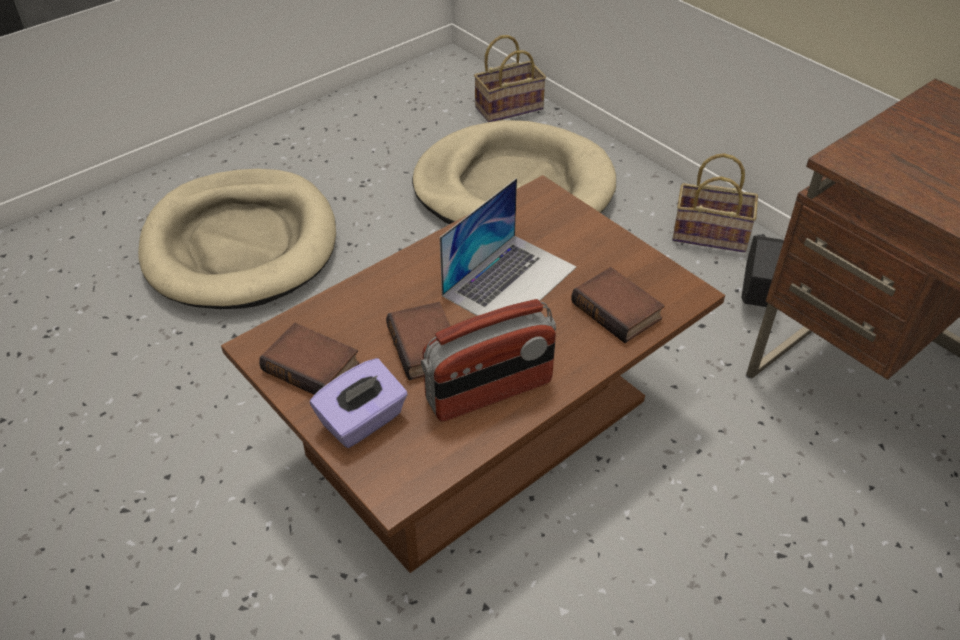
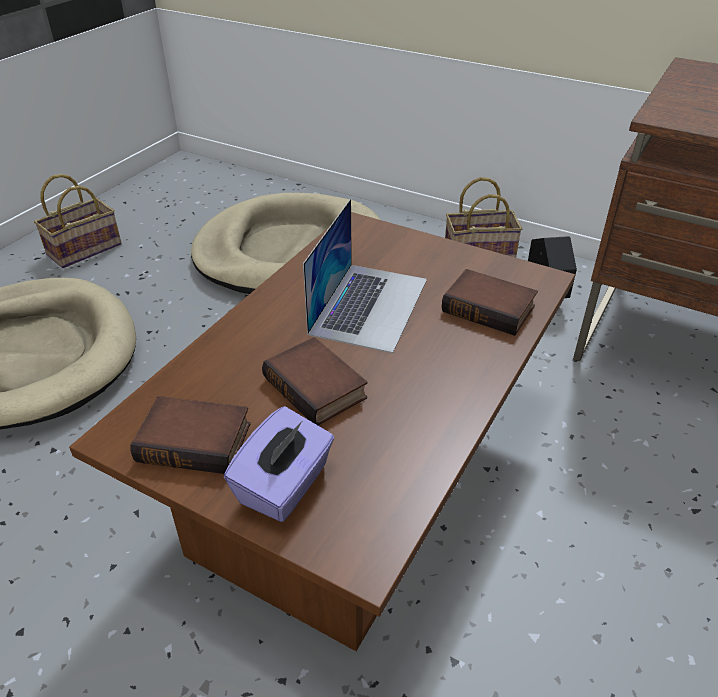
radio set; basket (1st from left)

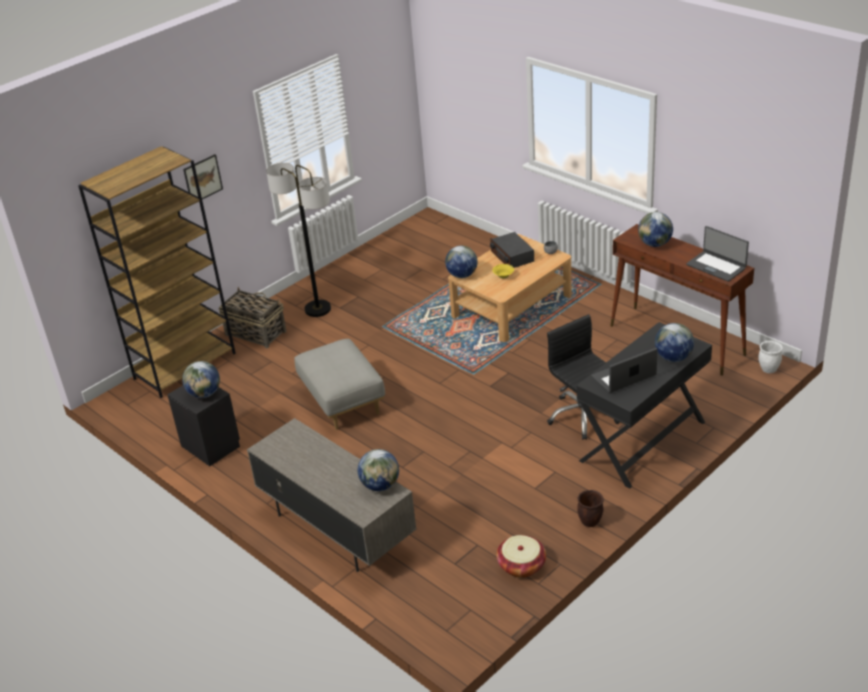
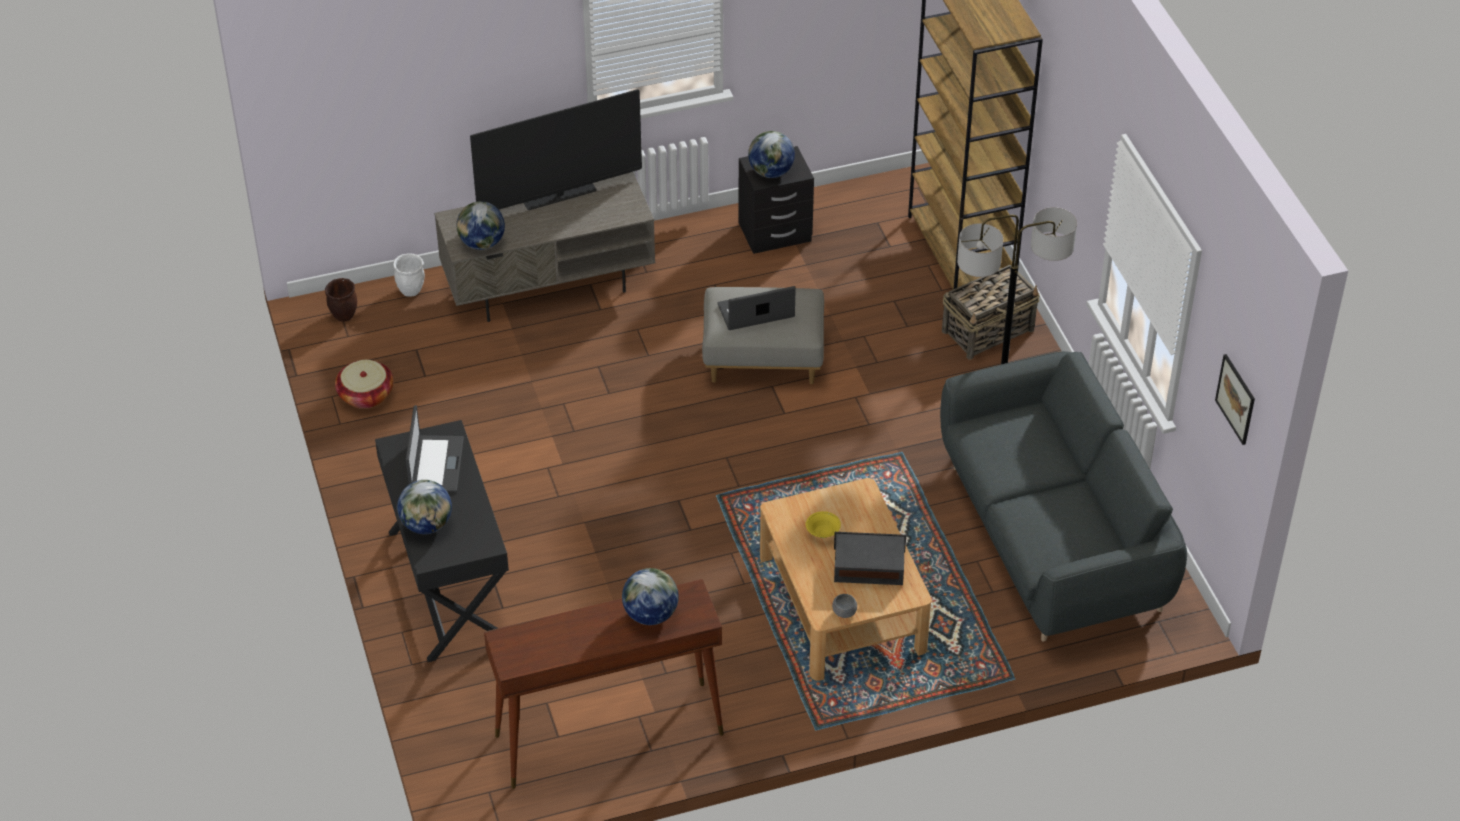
wall art; globe (3rd from left in the first image); black desk chair; brownish flower pot; portable computer (2nd from left); white flower pot; TV; grey couch

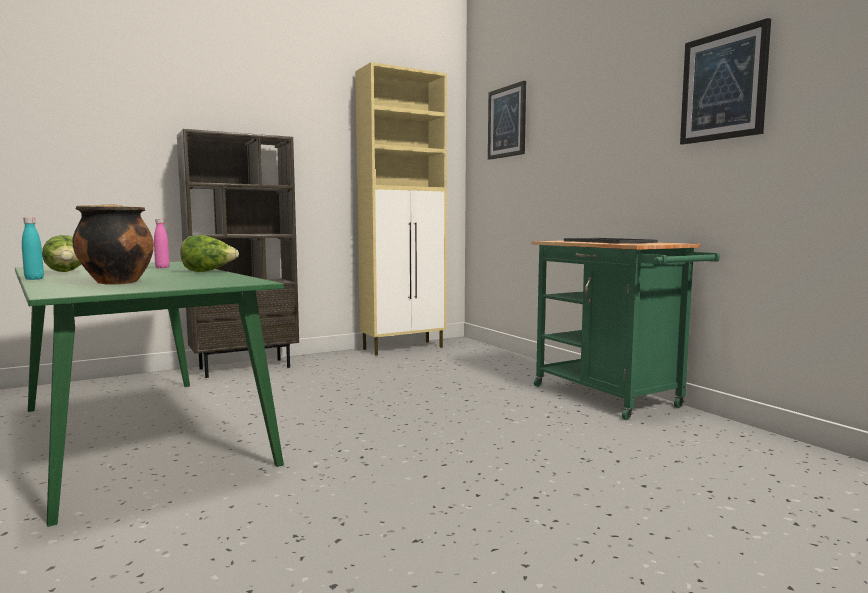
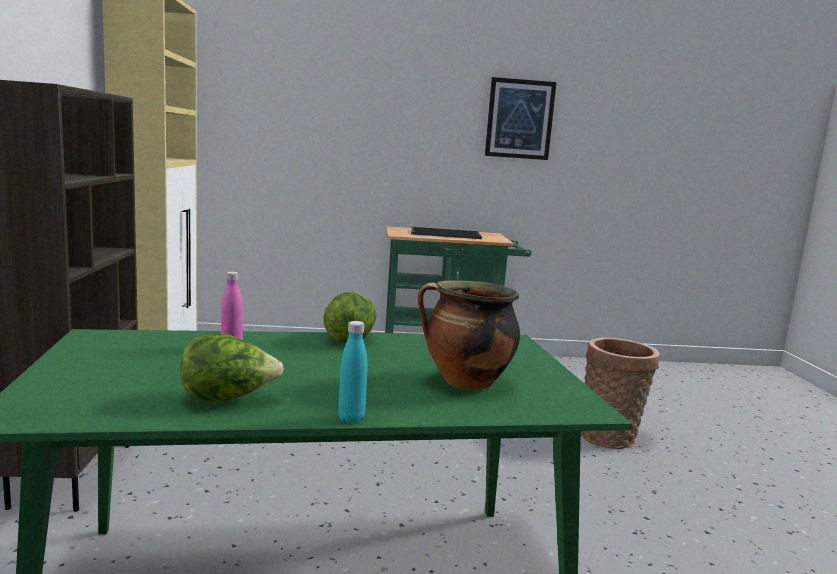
wall art (1st from left in the first image); basket

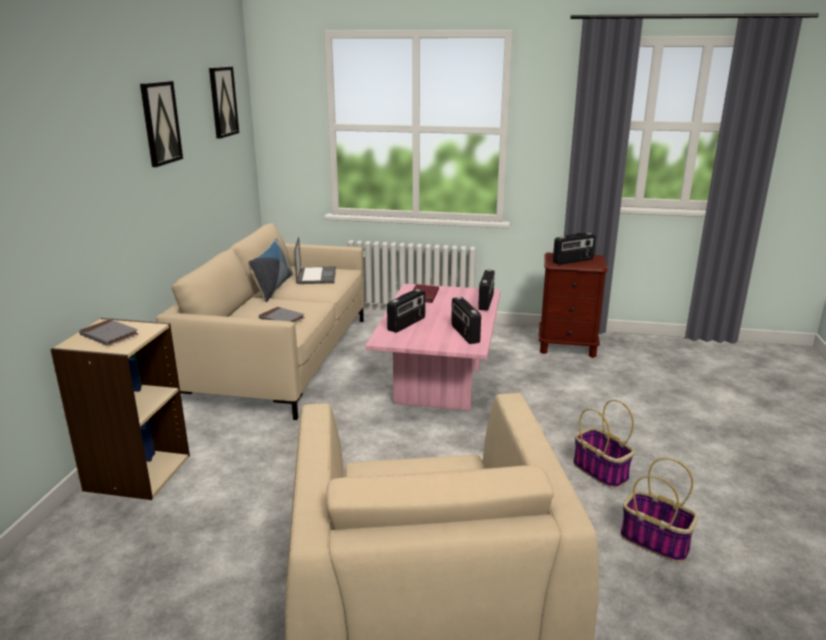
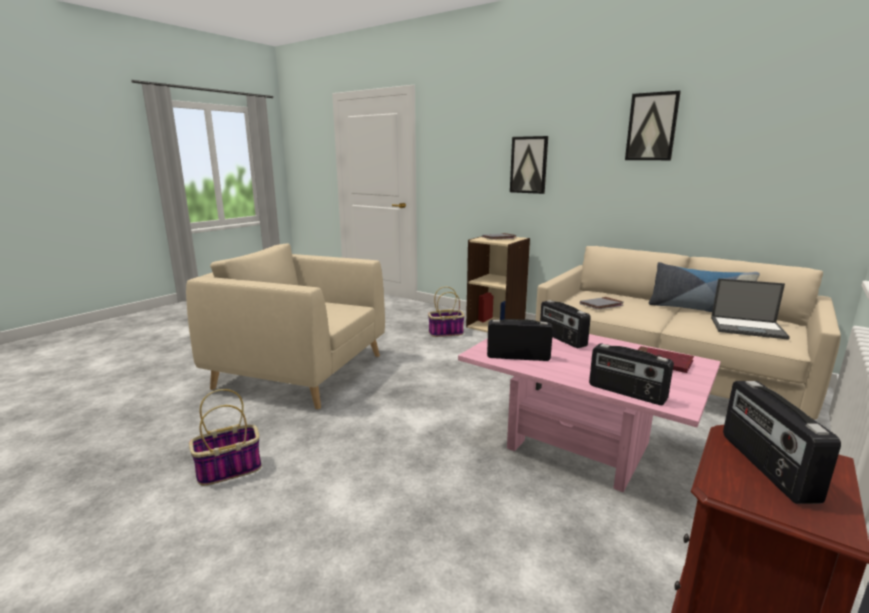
wall art (1st from left); basket (2nd from left)

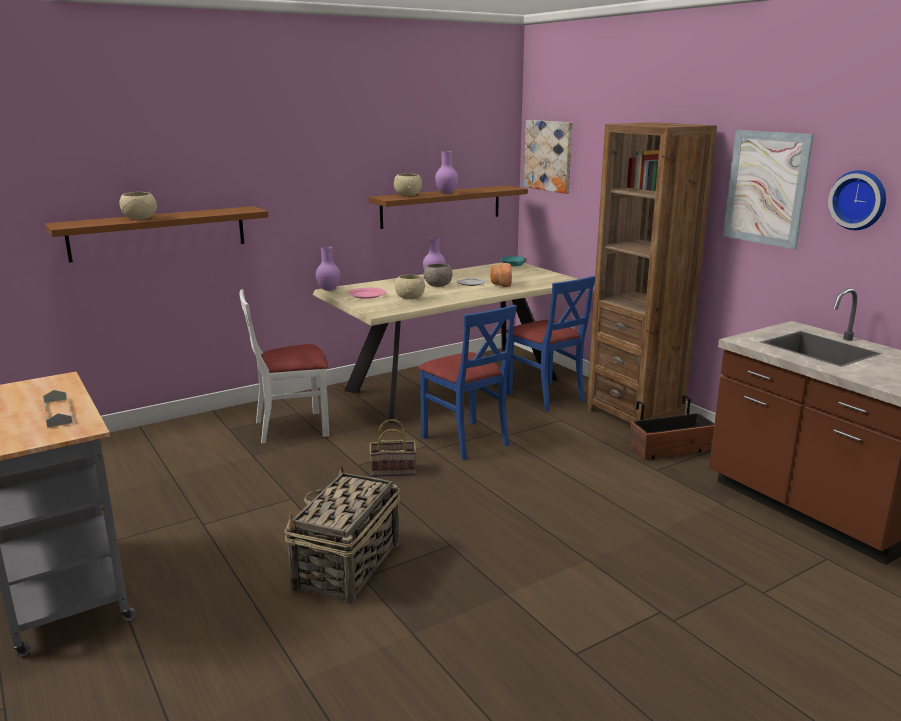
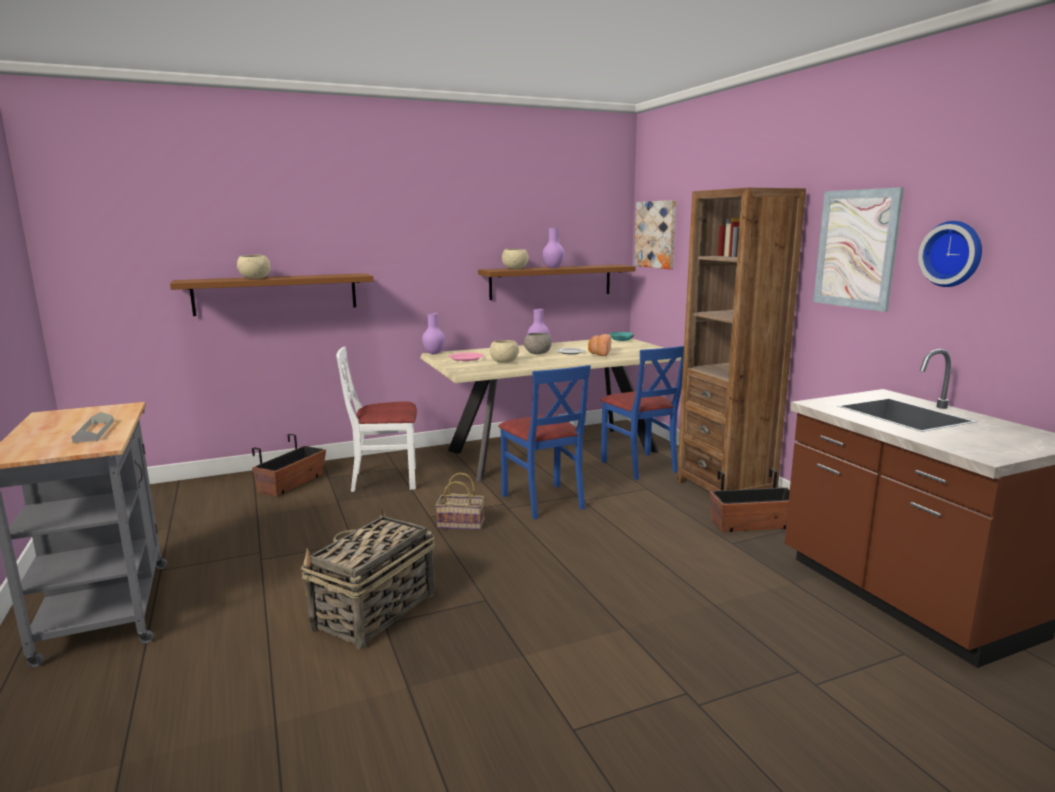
flower pot (1st from left)

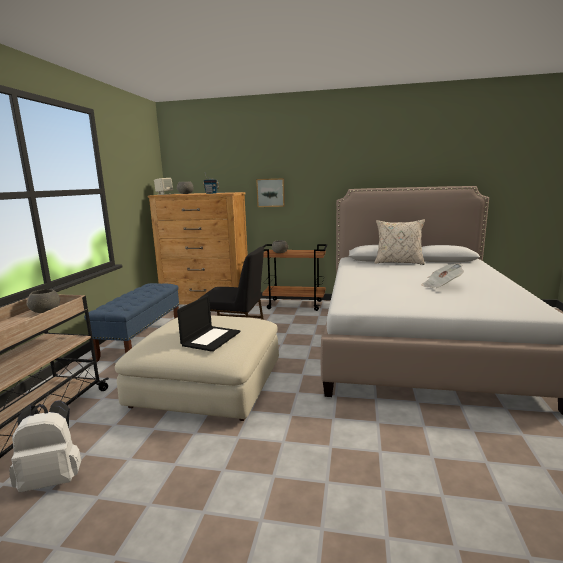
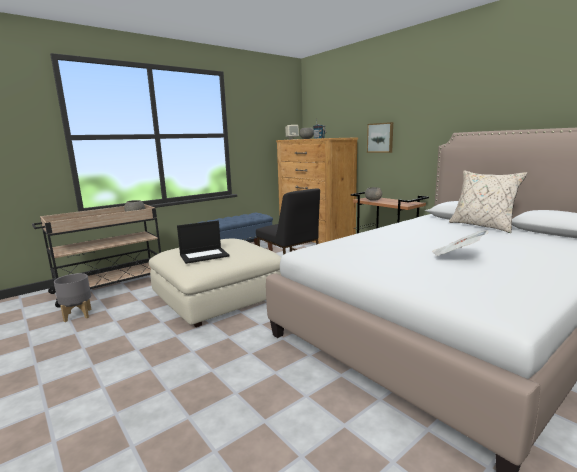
grey flower pot

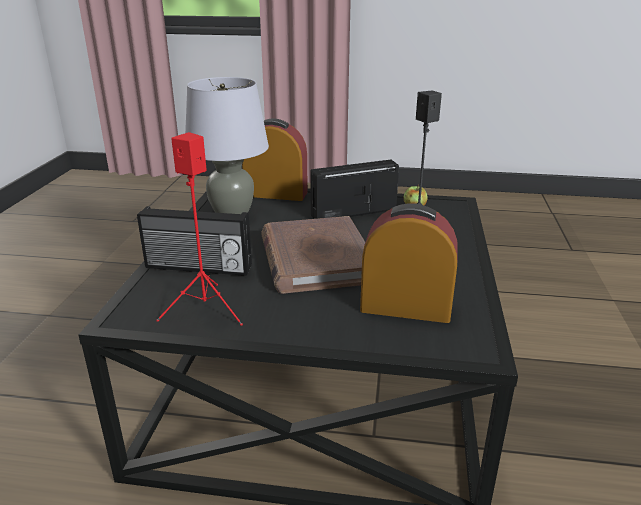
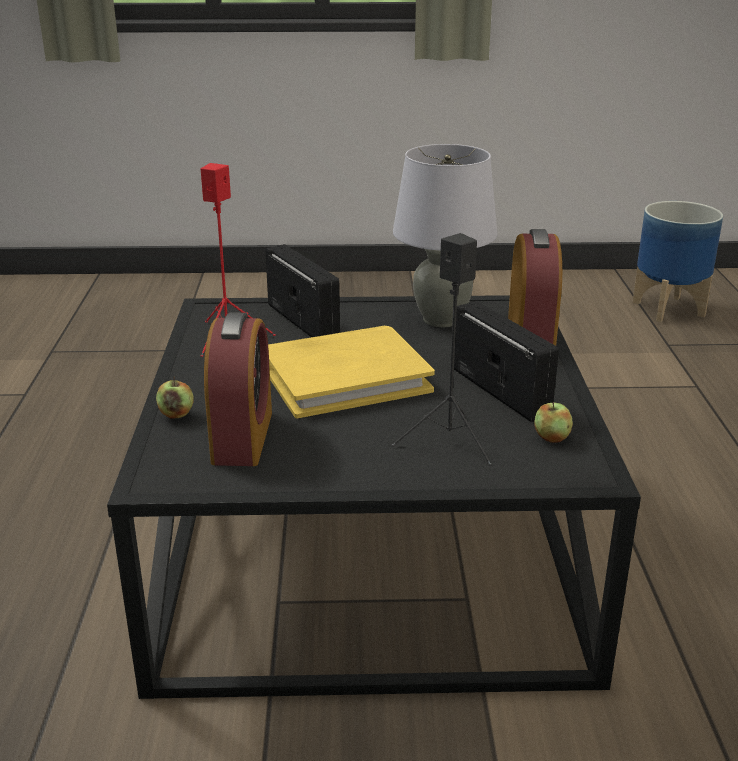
radio set (1st from left); yellow volume; whole apple (1st from left); flower pot

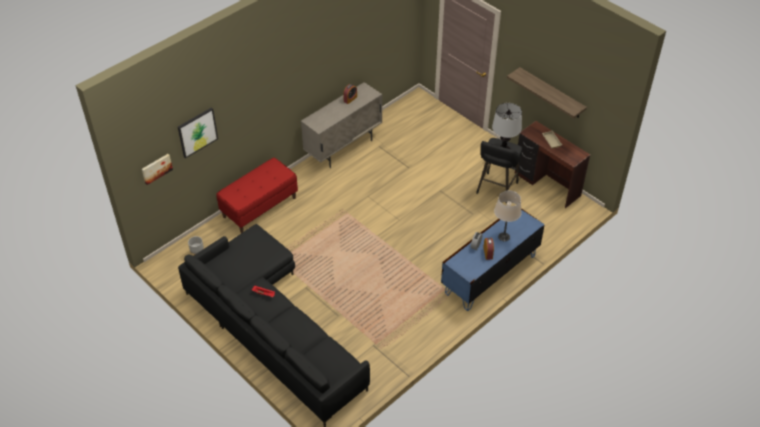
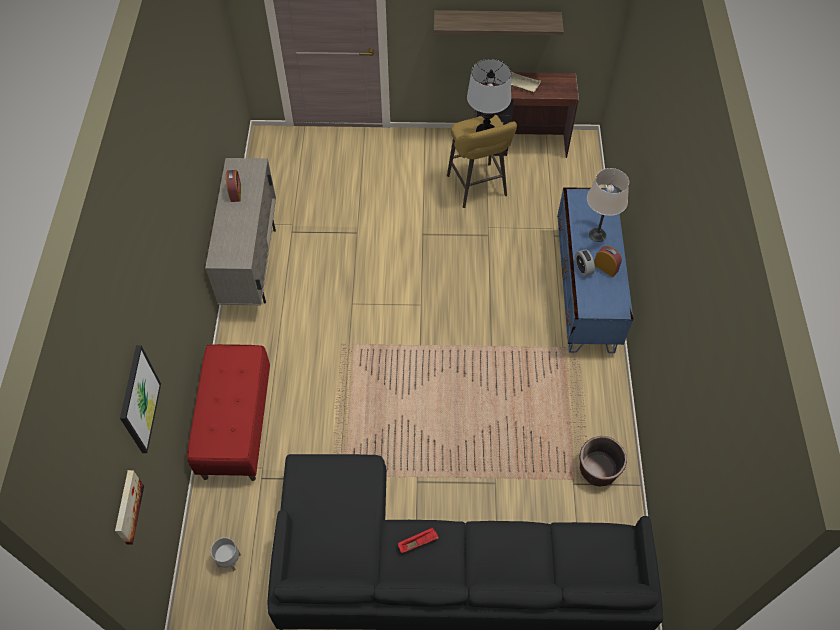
yellow sitting stool; brownish flower pot

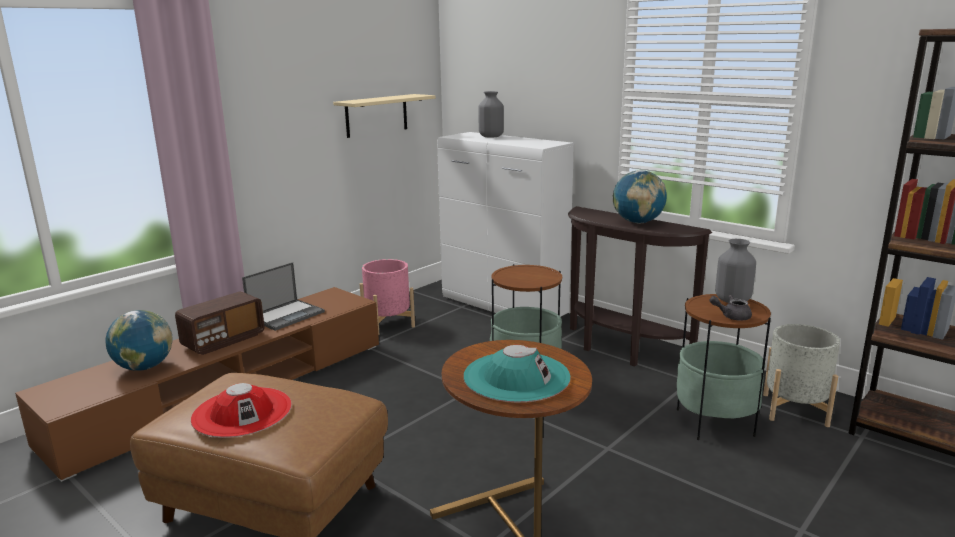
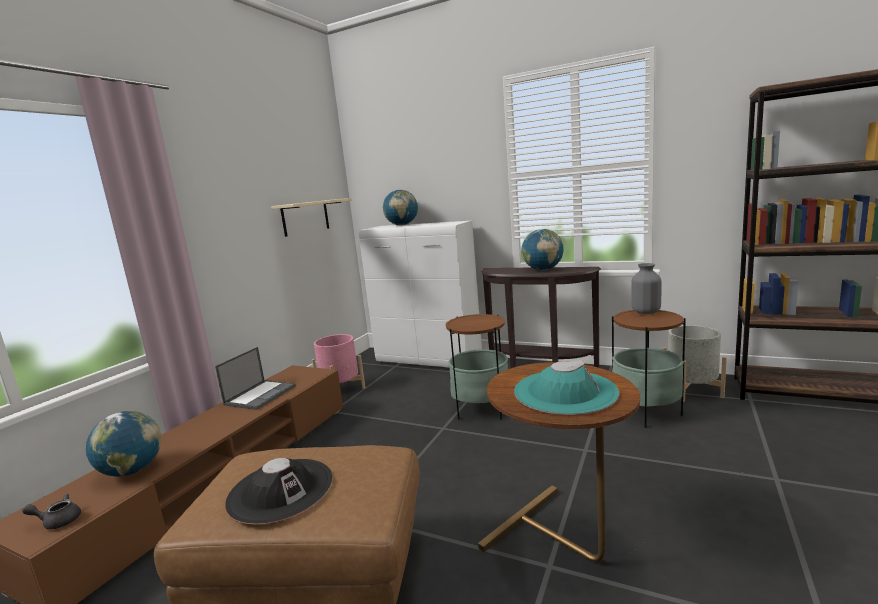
radio set; black clothing hat; globe (2nd from left); grey pot for tea

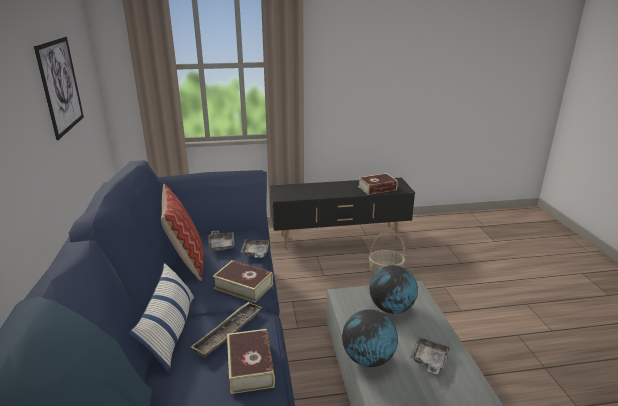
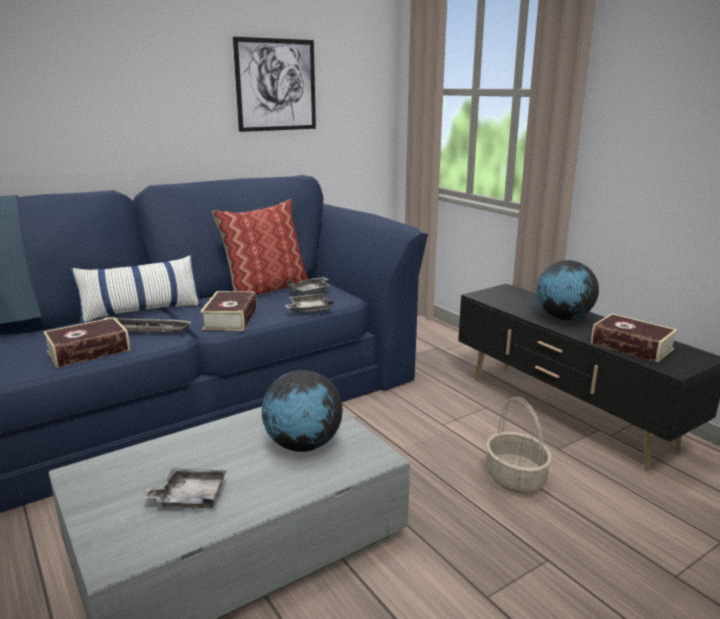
globe (2nd from left)

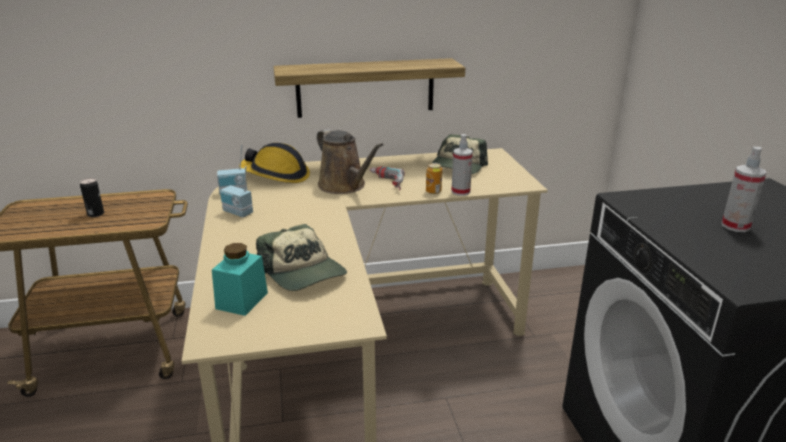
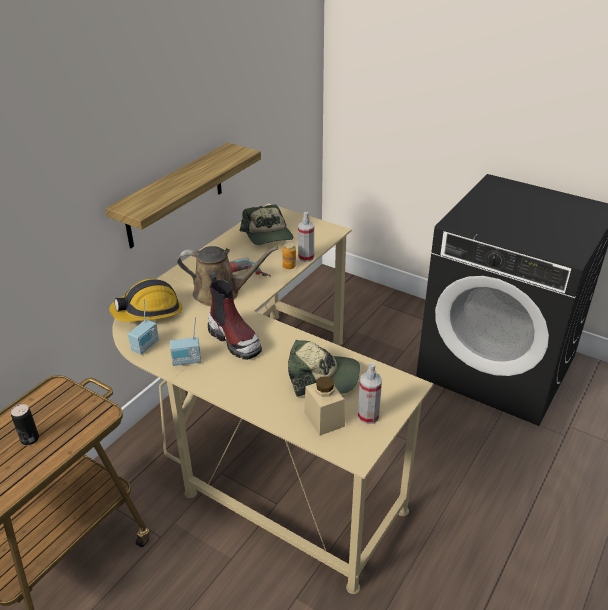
sand-coloured jar; spray bottle (2nd from left); tall boot

